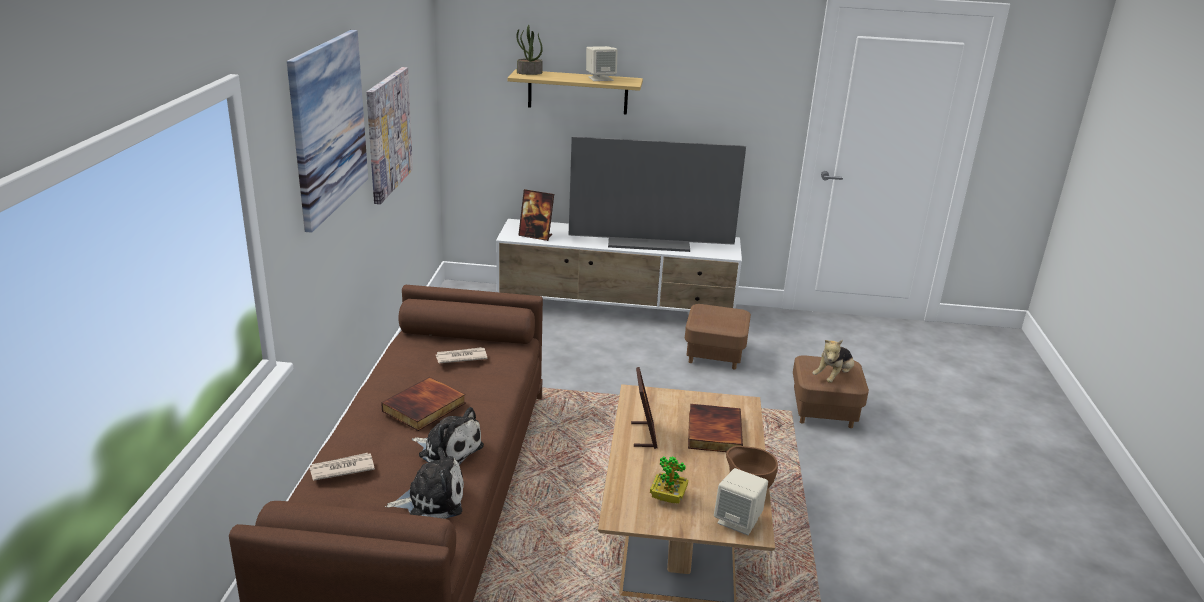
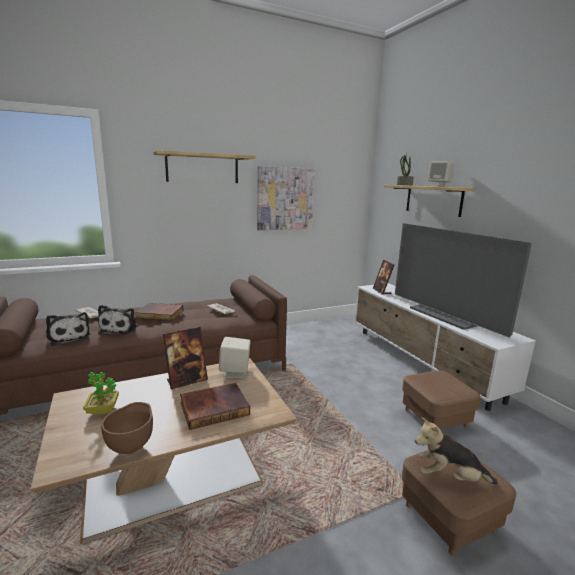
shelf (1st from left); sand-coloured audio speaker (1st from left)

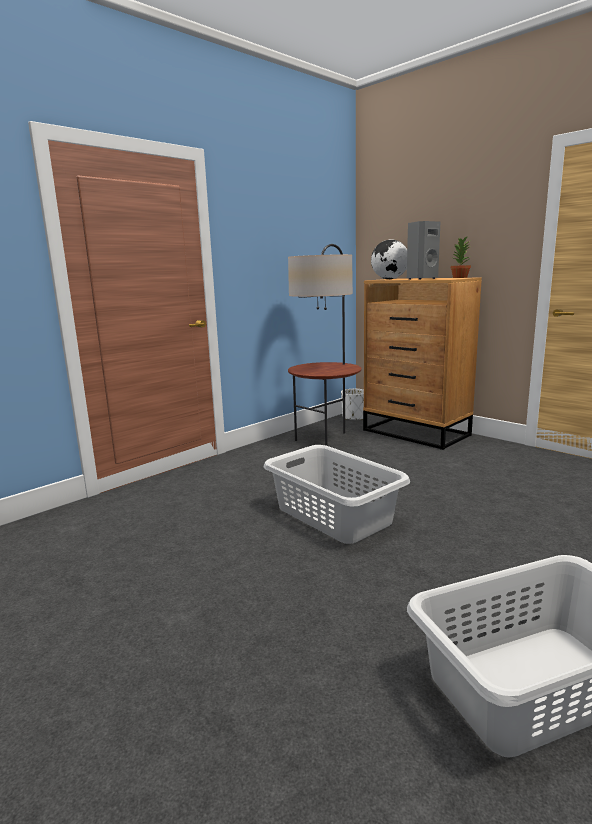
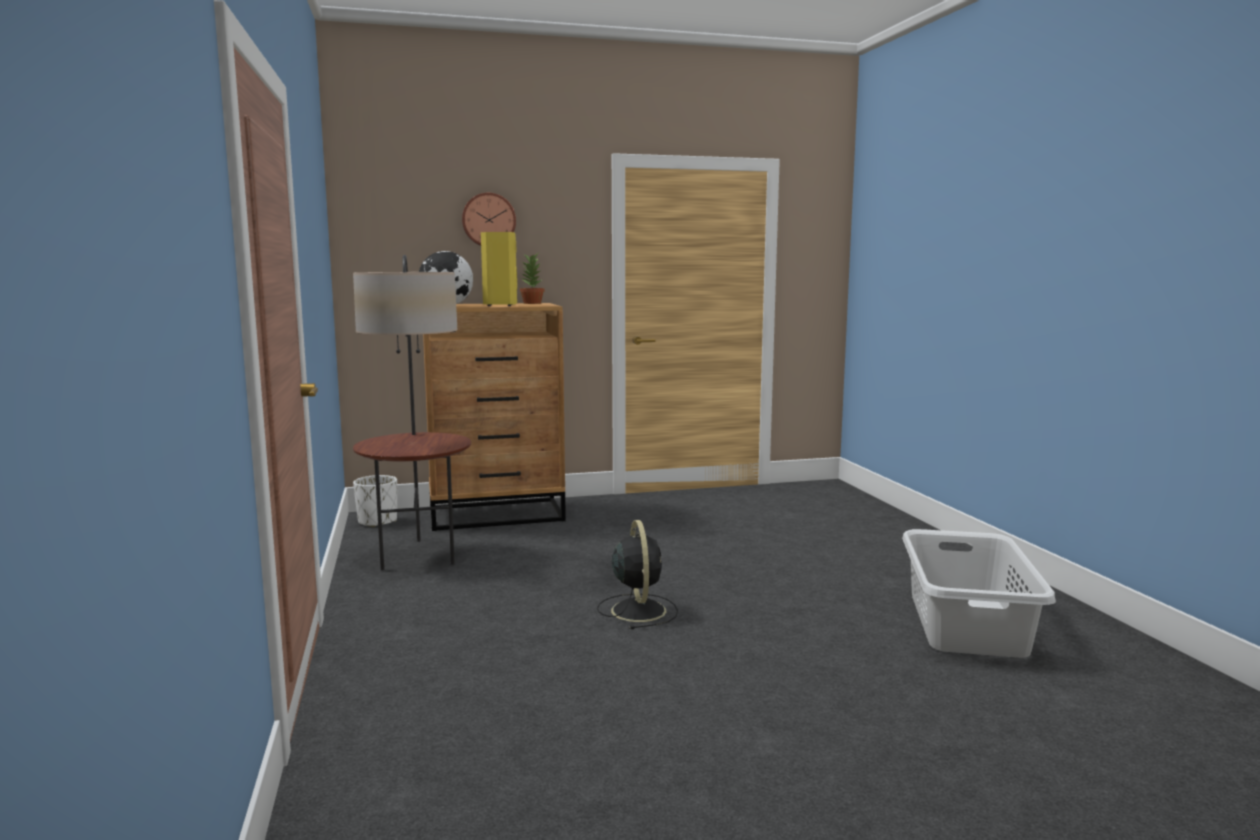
black fan; yellow audio speaker; wall clock

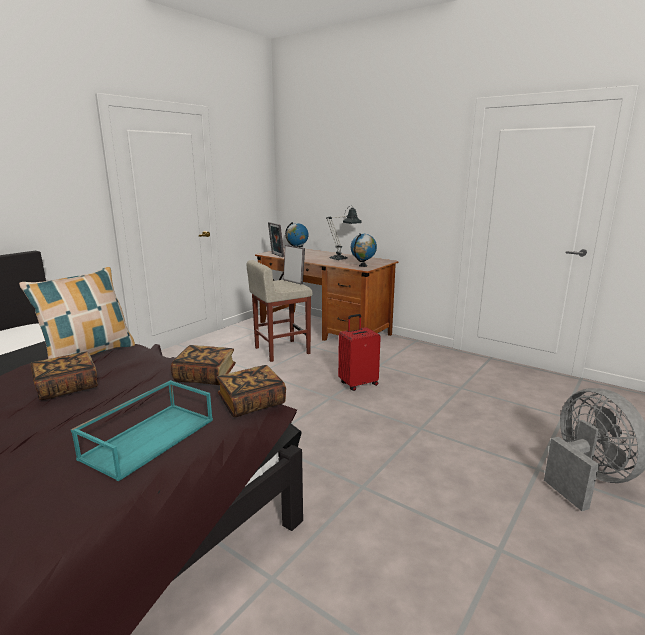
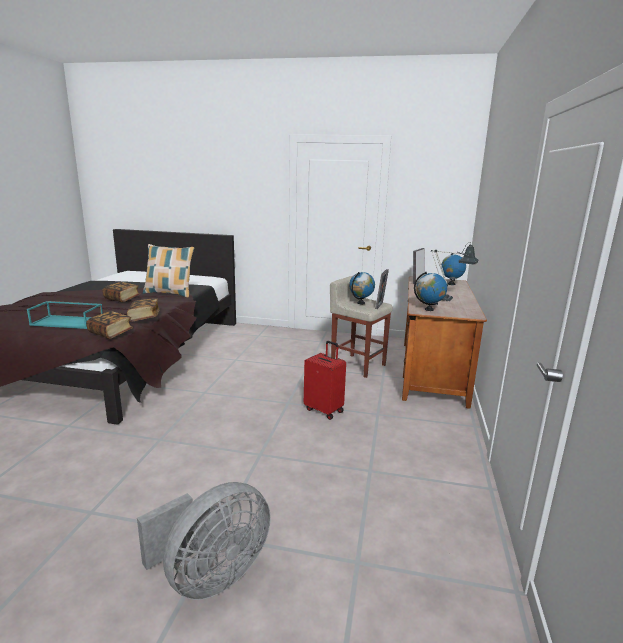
globe (1st from left)

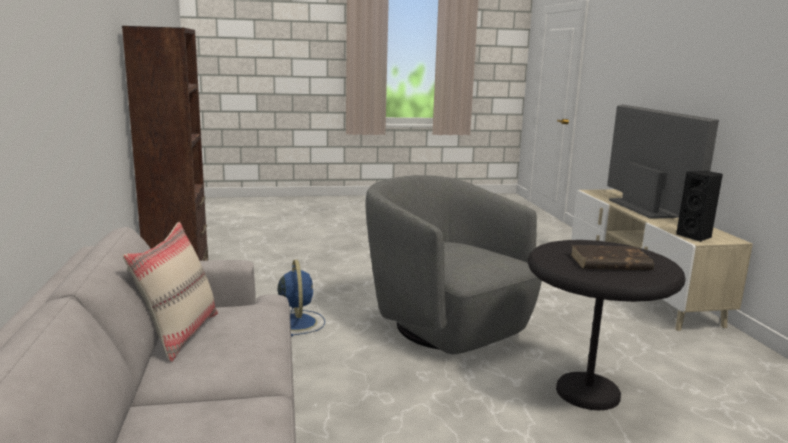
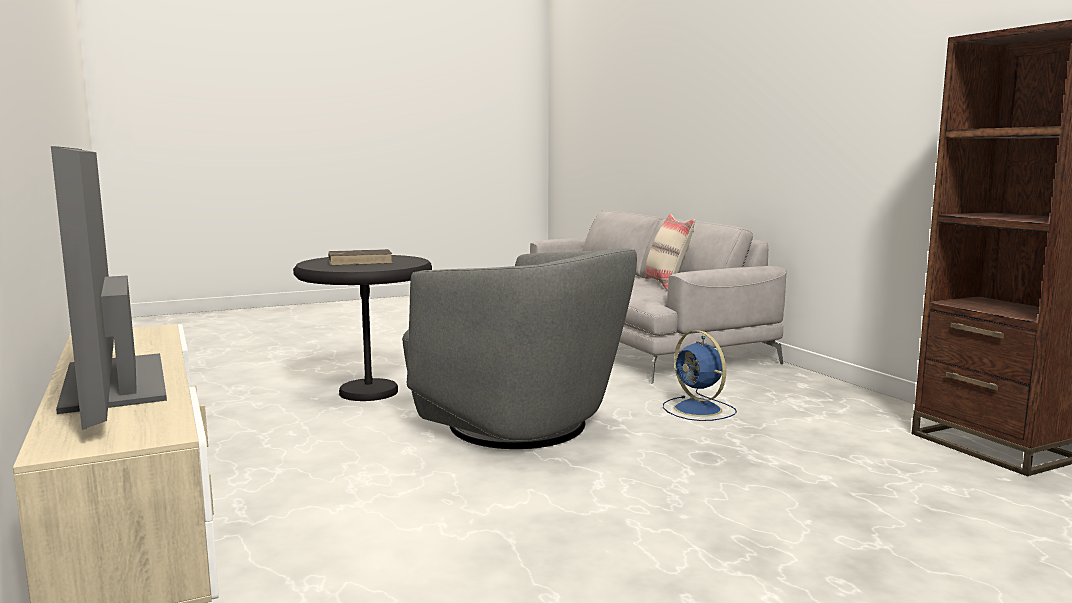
black audio speaker

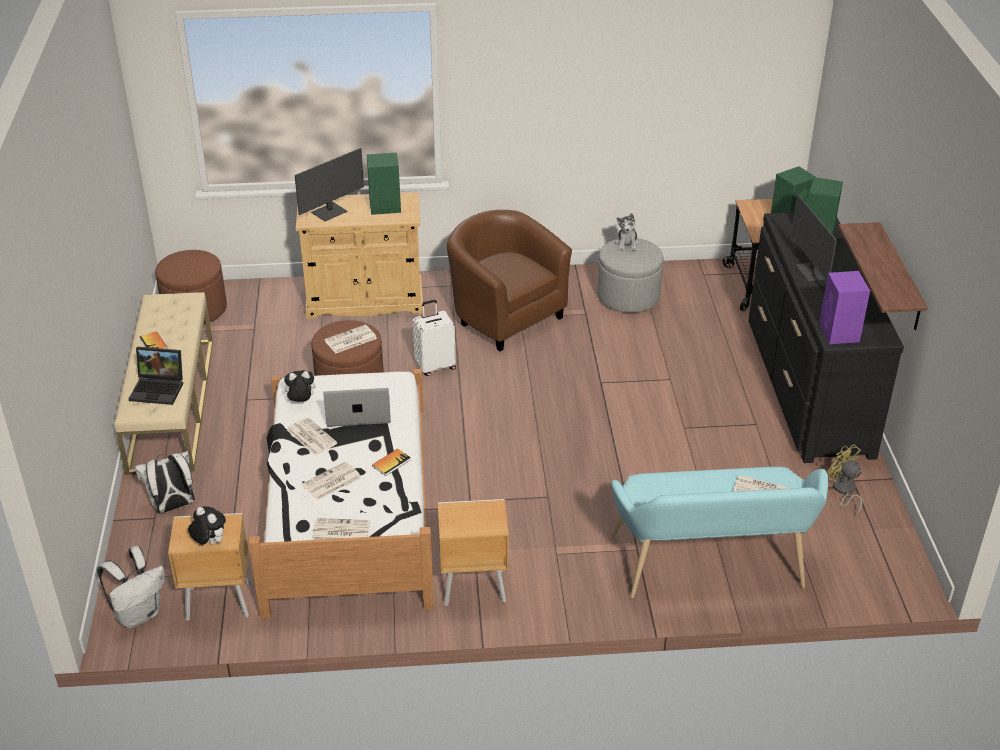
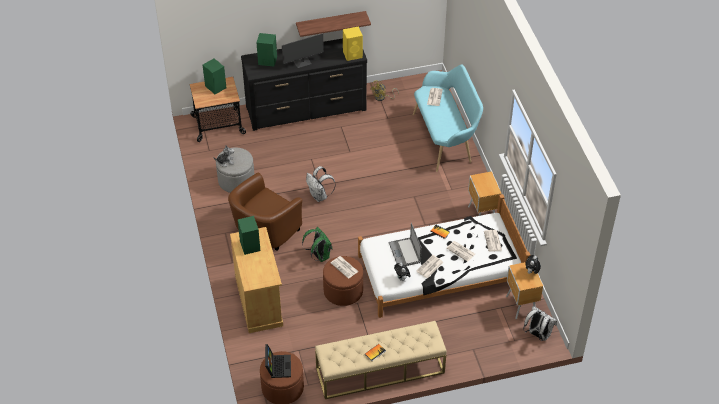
portable computer (1st from left); white backpack (1st from left); computer display (1st from left in the first image); greenish backpack; yellow audio speaker

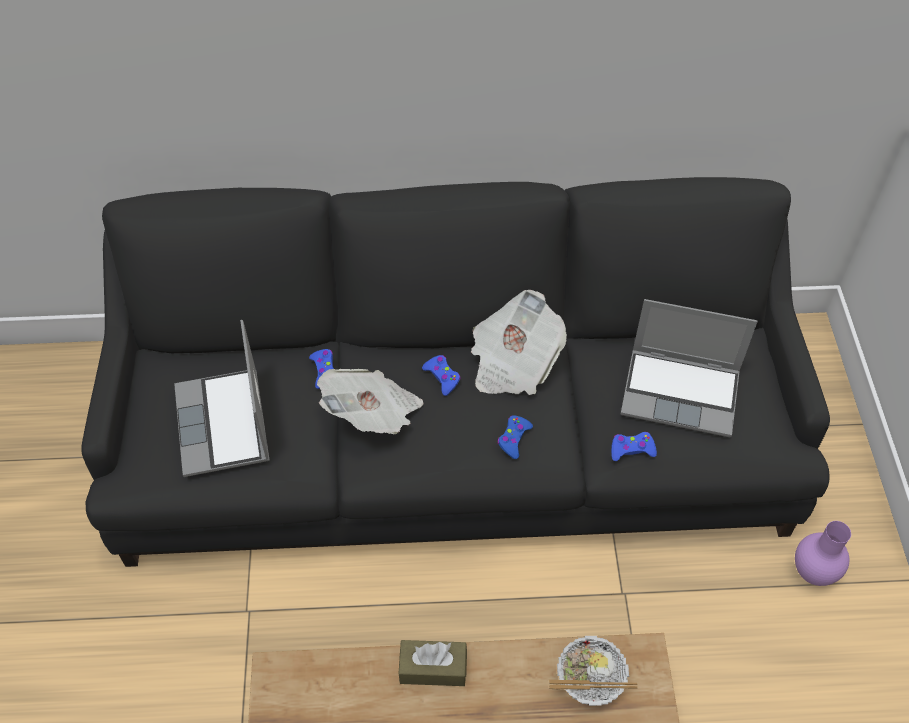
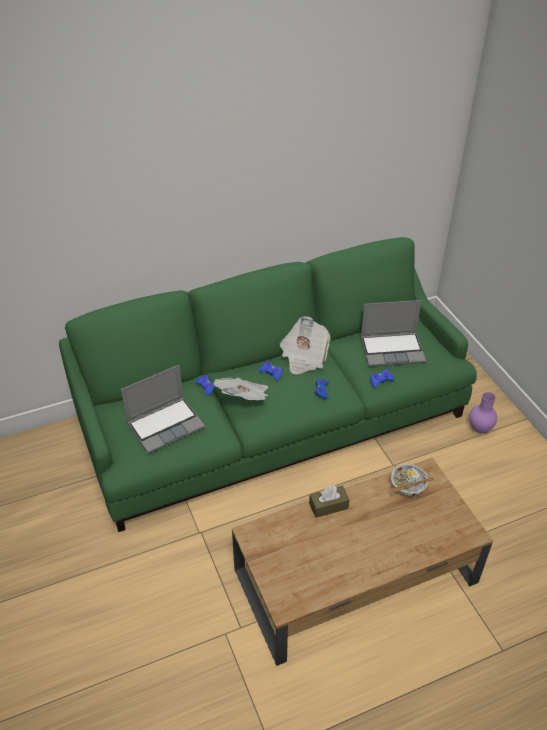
greenish couch; portable computer (1st from left)

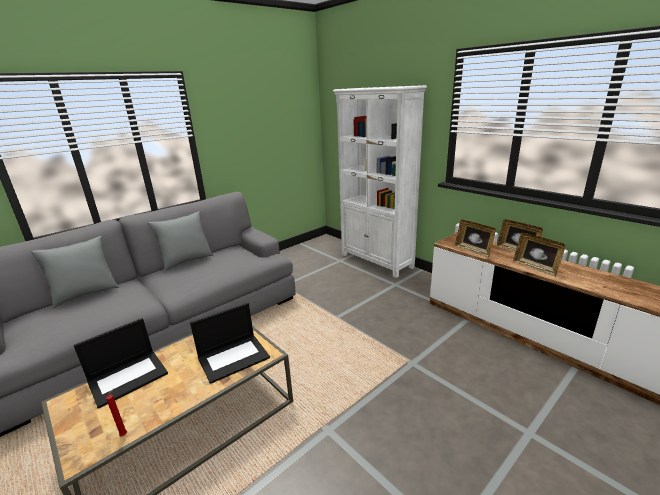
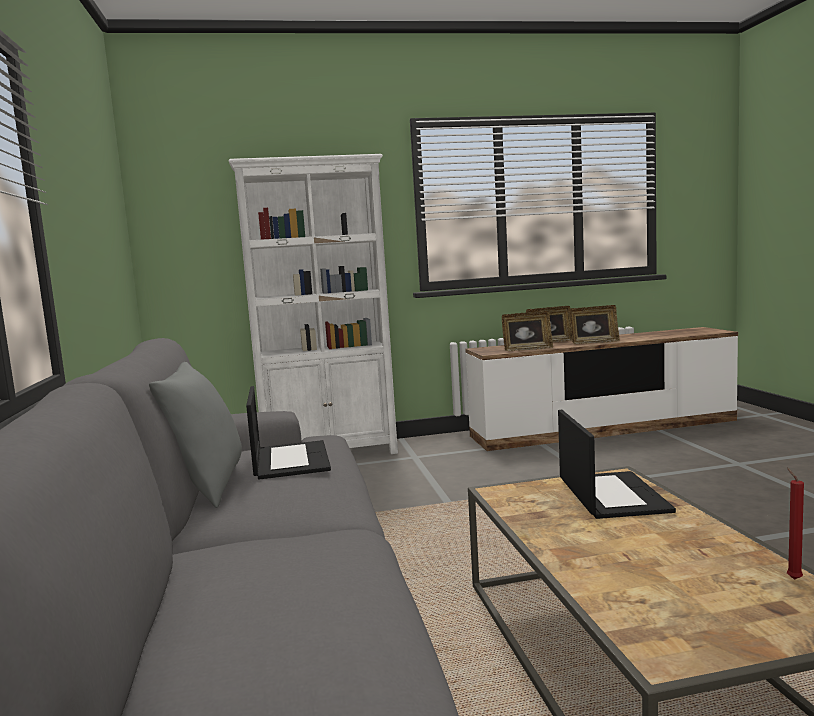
grey cushion (1st from left in the first image); portable computer (1st from left)

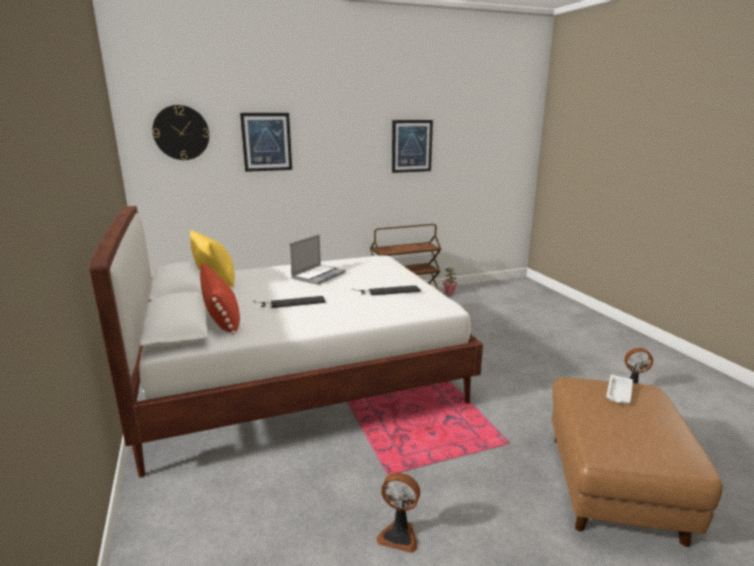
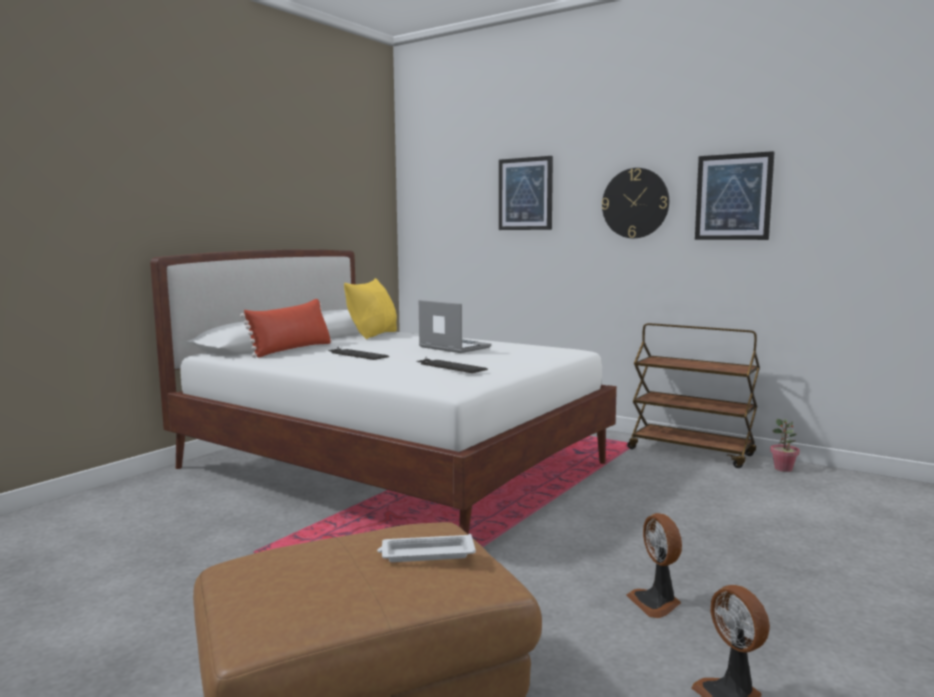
wall clock; portable computer; fan (1st from left)

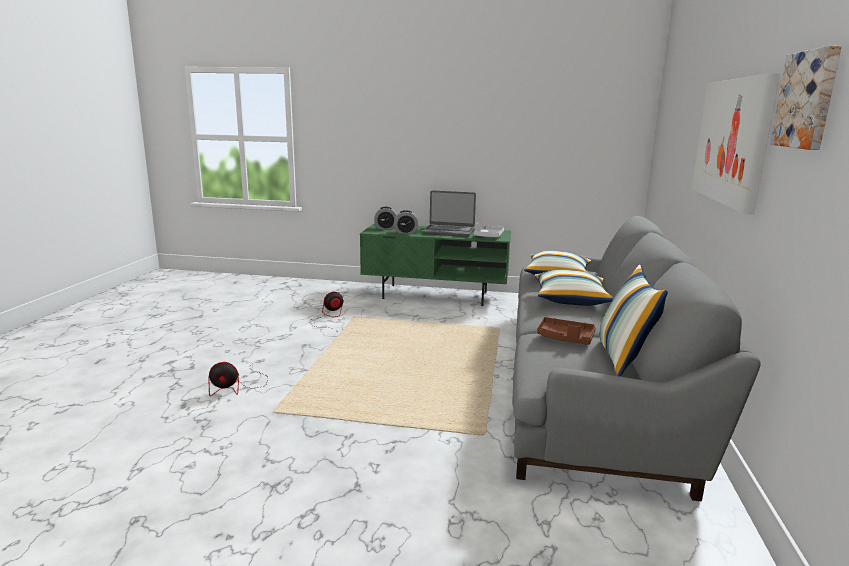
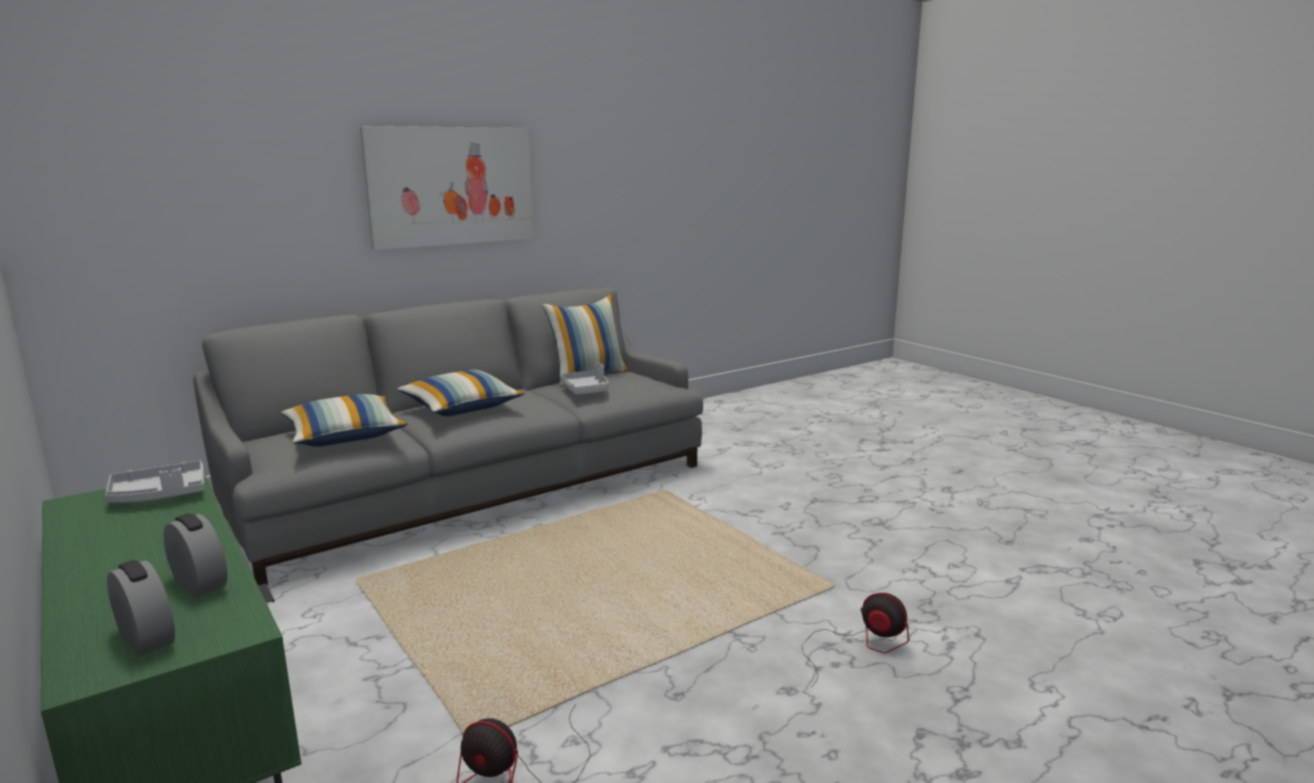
portable computer; grey serving tray (2nd from left); wall art (2nd from left in the first image)

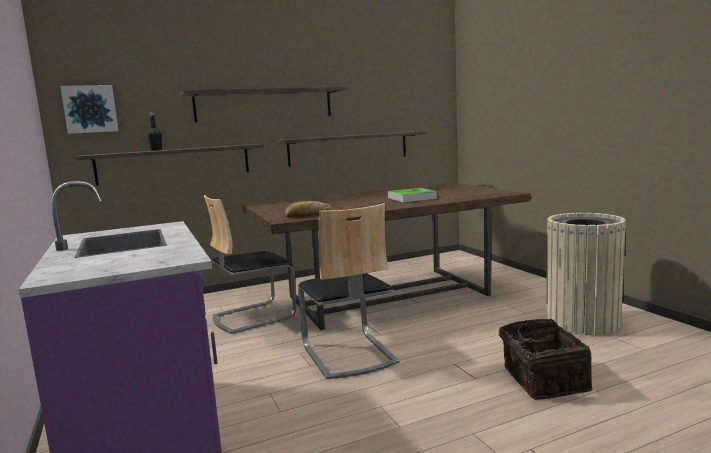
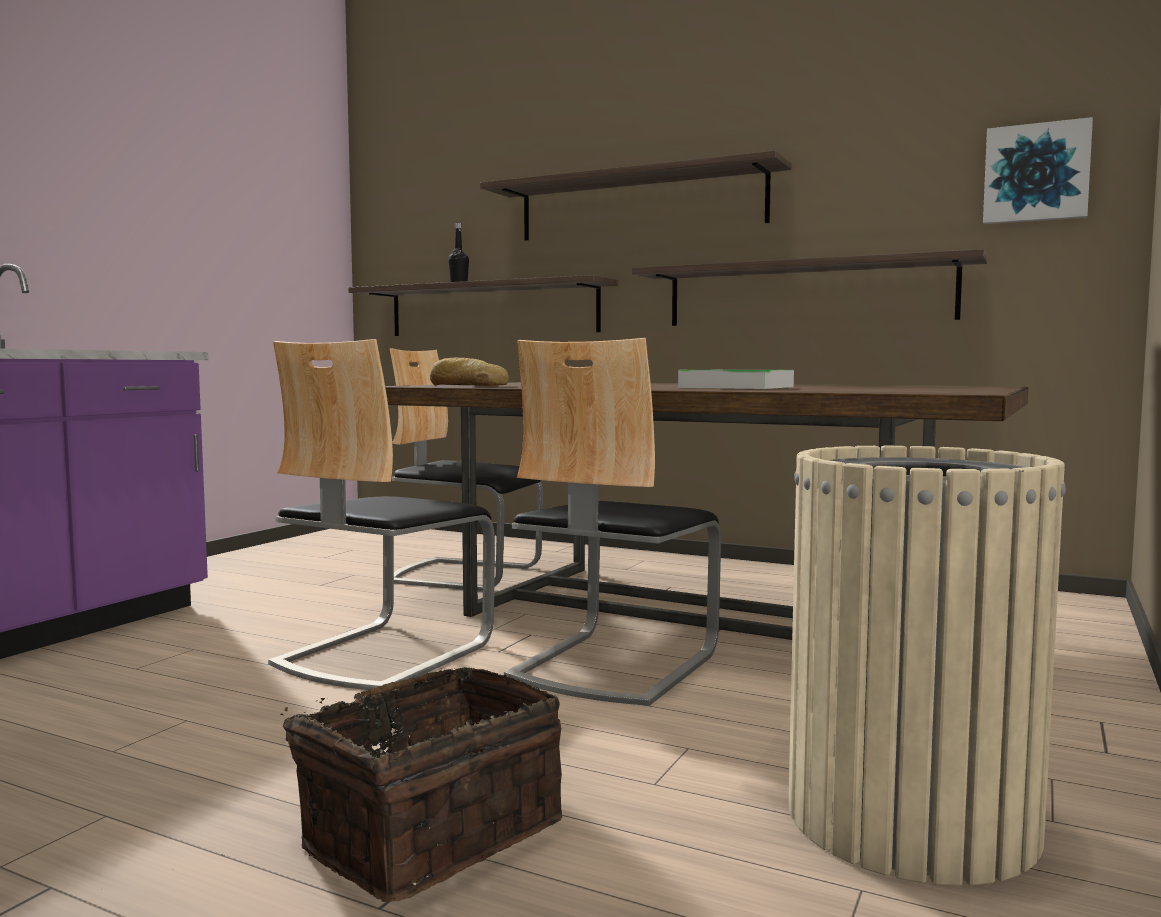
wall art; chair (3rd from left)

